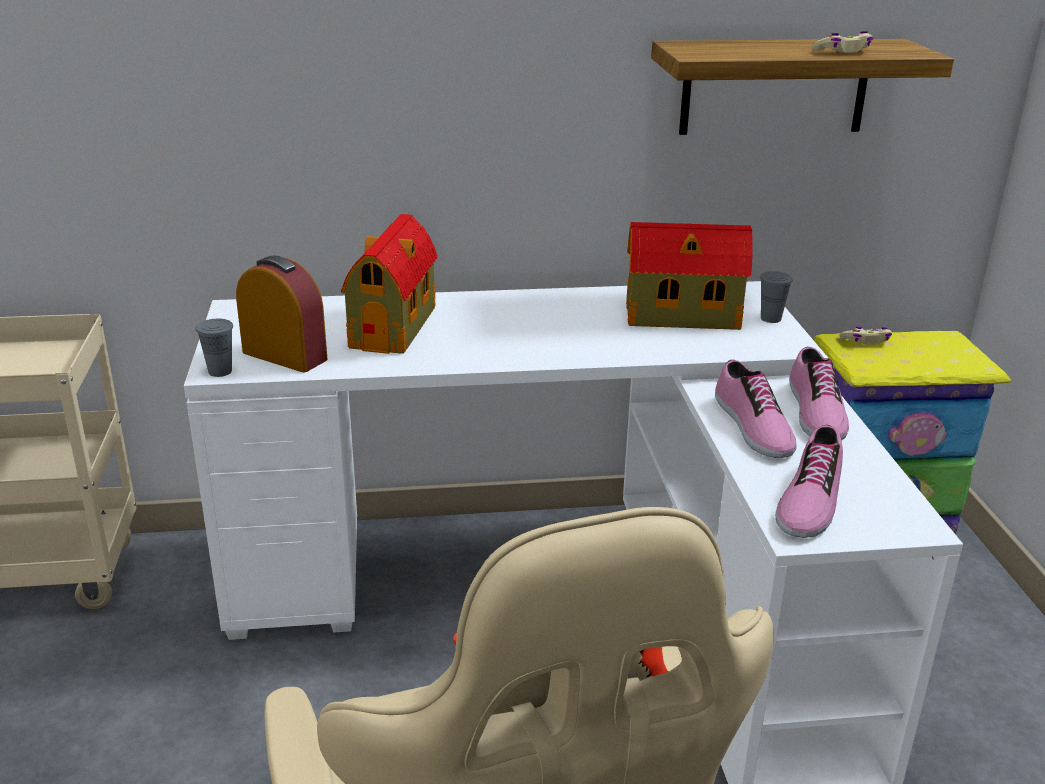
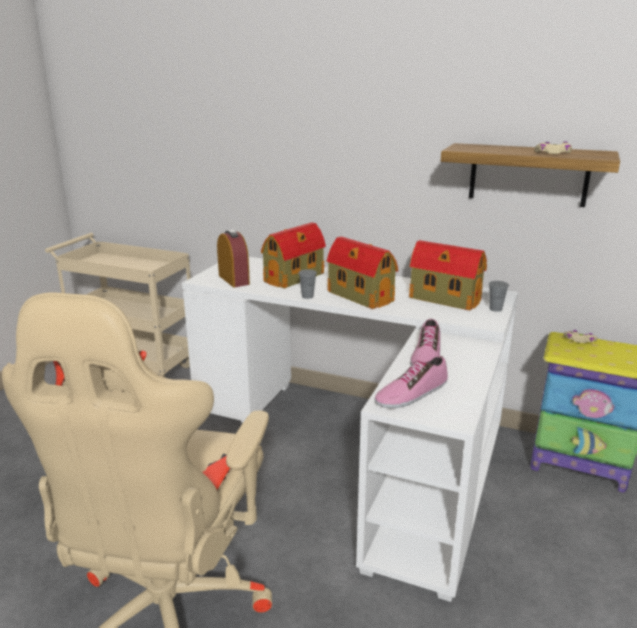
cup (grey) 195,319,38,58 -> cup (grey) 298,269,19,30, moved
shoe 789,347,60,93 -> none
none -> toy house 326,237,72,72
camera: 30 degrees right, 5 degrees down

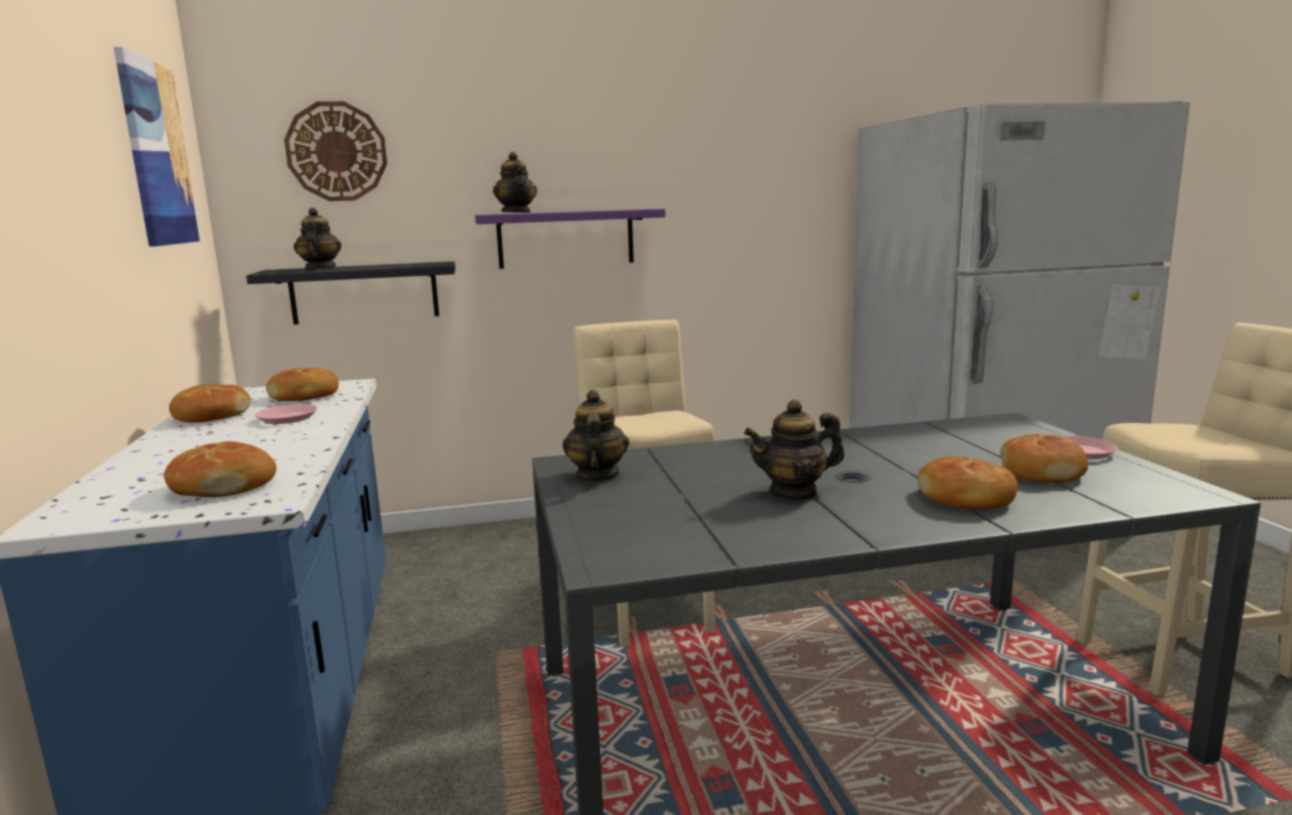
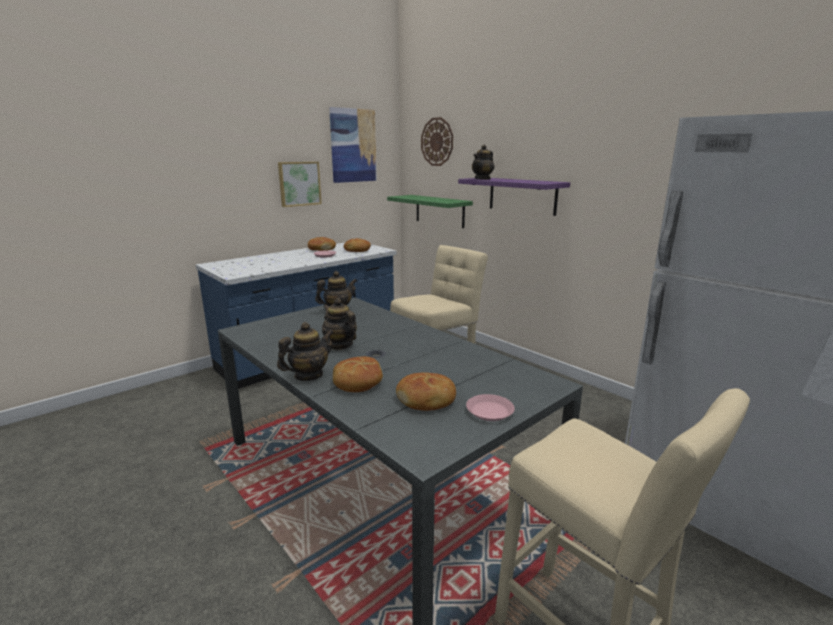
bread 164,441,113,56 -> none
shelf (black) 246,261,210,64 -> shelf (green) 387,195,86,33
teapot 294,207,48,63 -> teapot 277,322,57,59, moved
none -> picture 278,162,44,45
camera: 60 degrees right, 5 degrees up

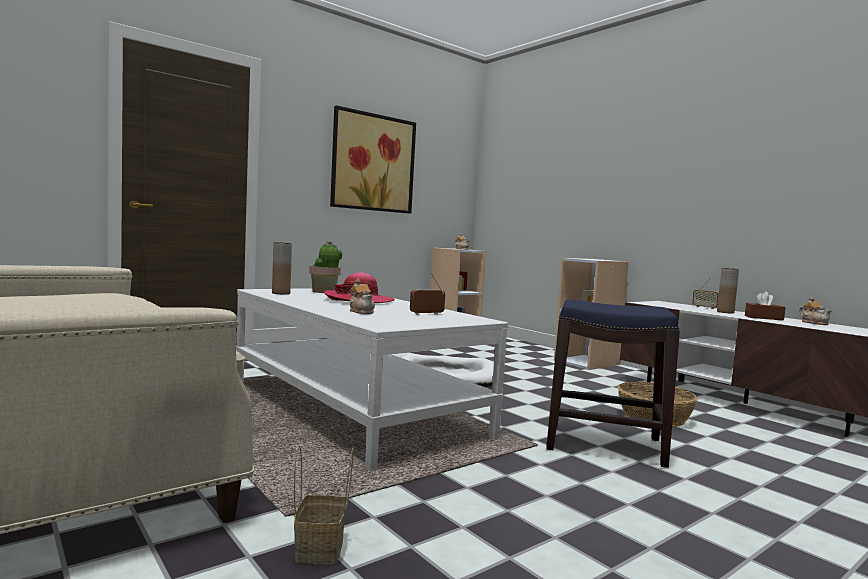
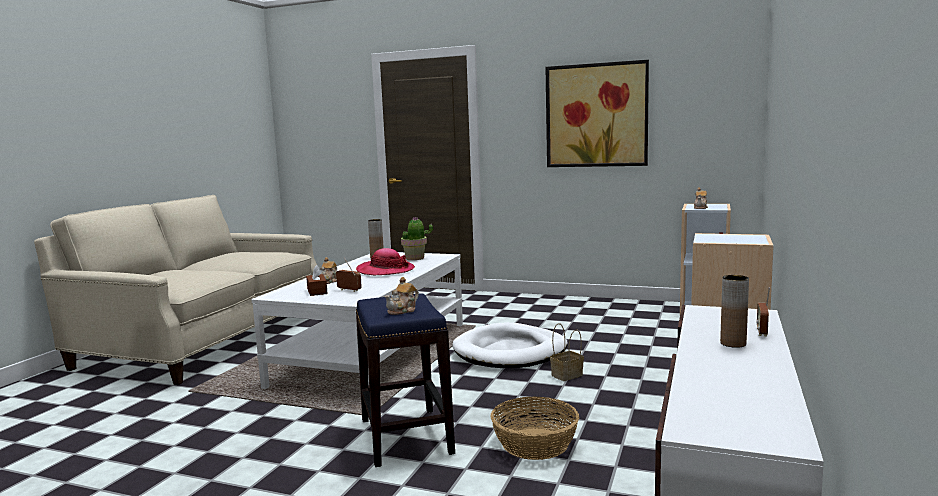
basket 294,445,60,119 -> basket 550,323,34,58, moved
tissue box (brown) 745,292,41,29 -> tissue box (brown) 306,265,22,31, moved
teapot 799,297,32,28 -> teapot 384,277,35,38, moved
camera: 60 degrees right, 5 degrees up

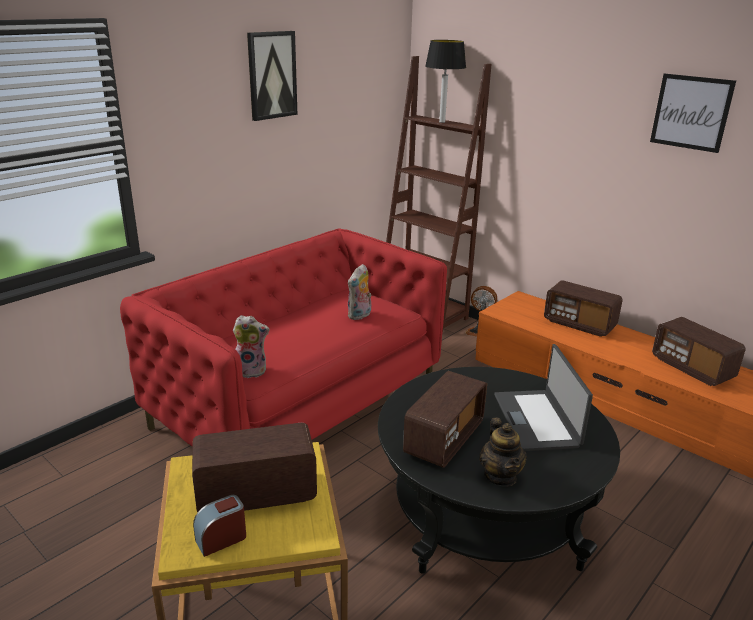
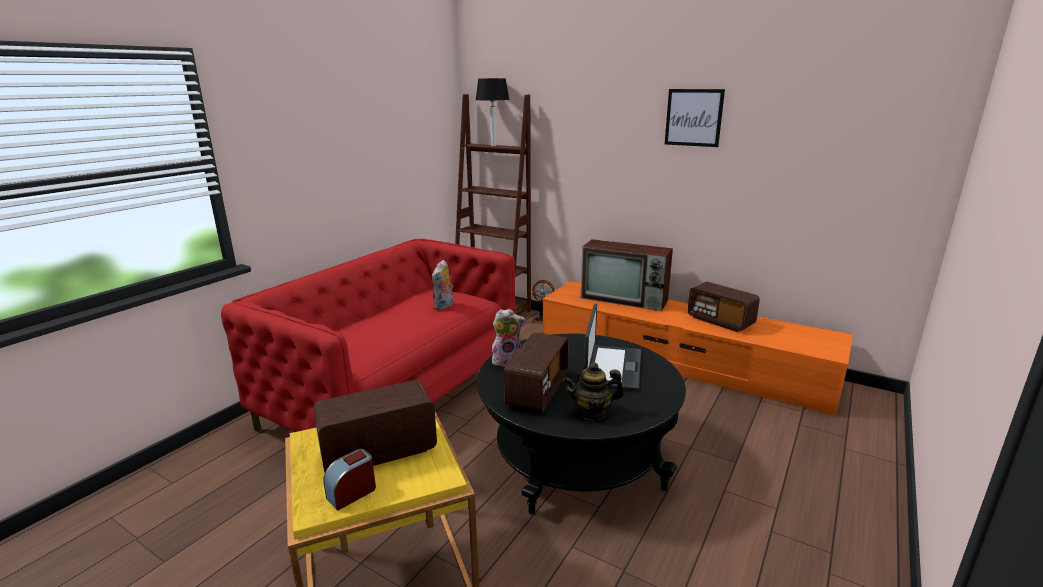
plush toy 233,315,37,63 -> plush toy 492,309,33,58, moved
picture 247,31,51,90 -> none
teapot 479,418,48,69 -> teapot 563,362,61,58, 105 degrees clockwise
laptop 494,344,99,107 -> laptop 584,304,57,87, 150 degrees counterclockwise
radio 544,280,79,57 -> television 581,239,92,72
camera: 10 degrees left, 5 degrees down

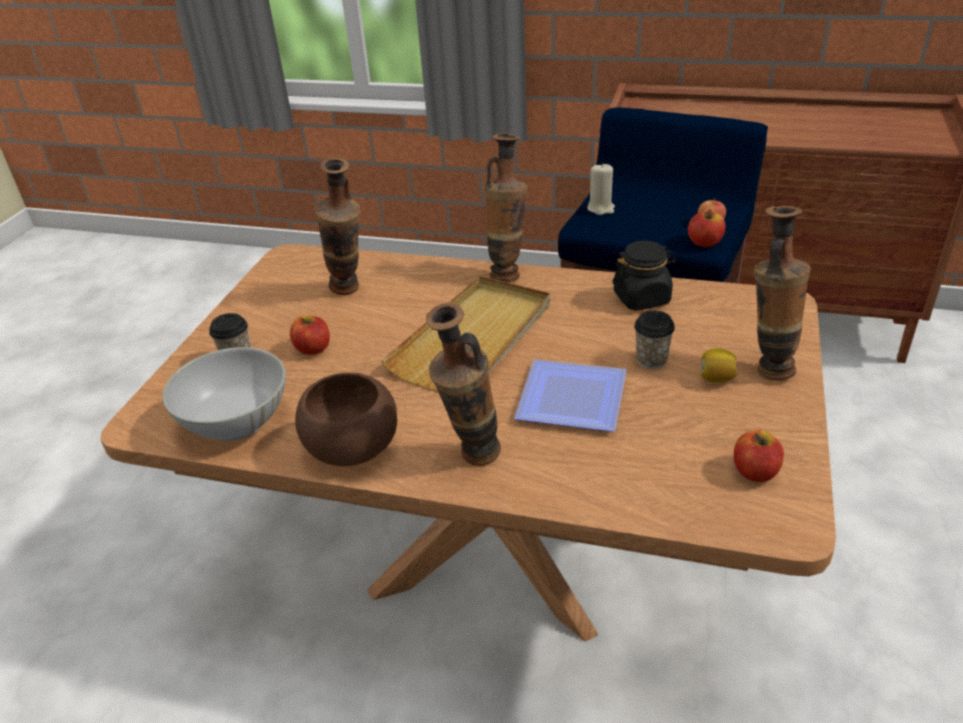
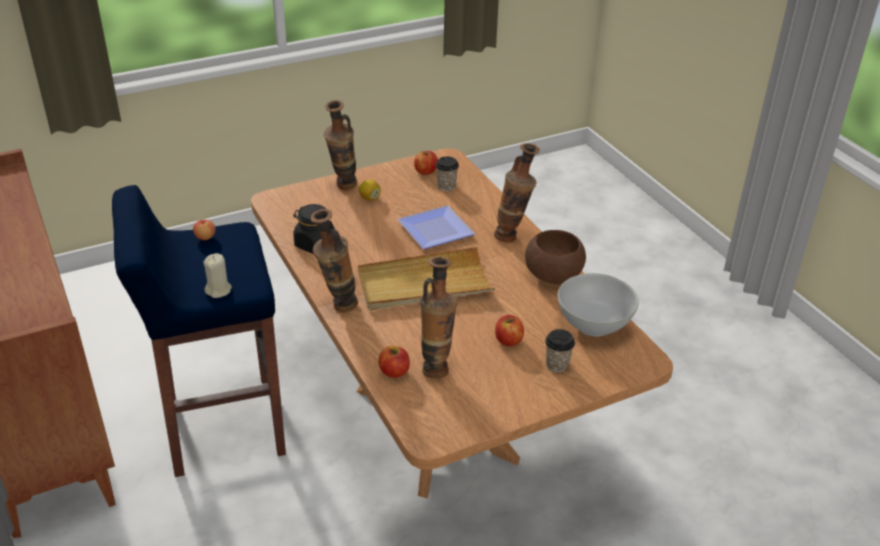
cup 634,310,41,59 -> cup 436,156,23,35, moved
apple 688,209,38,38 -> apple 379,346,31,32, moved
camera: 135 degrees left, 0 degrees up

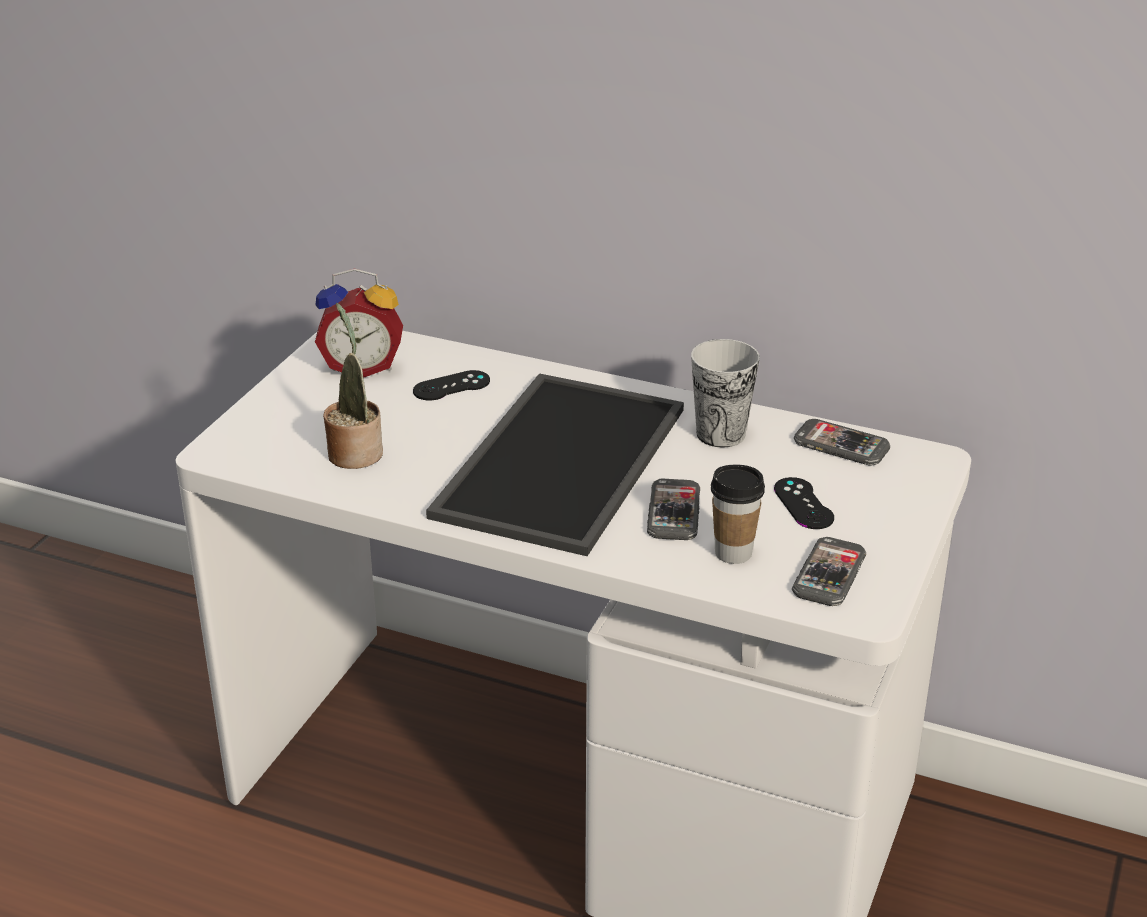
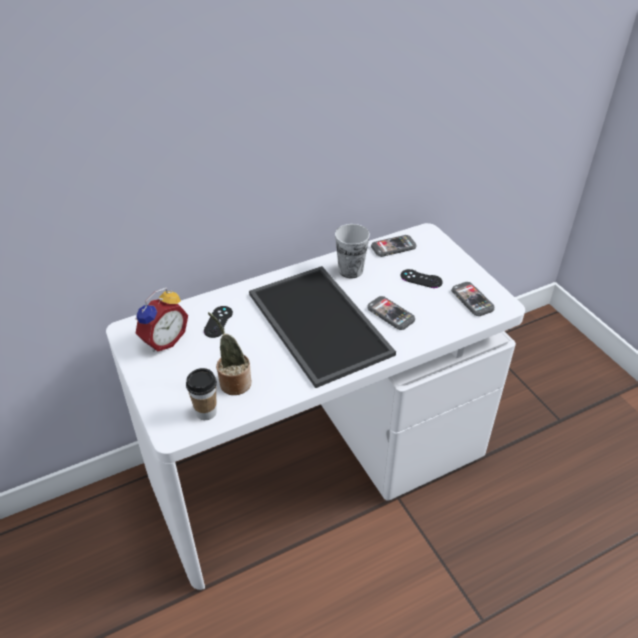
cup 711,465,54,99 -> cup 186,368,31,52, moved
camera: 50 degrees left, 10 degrees up

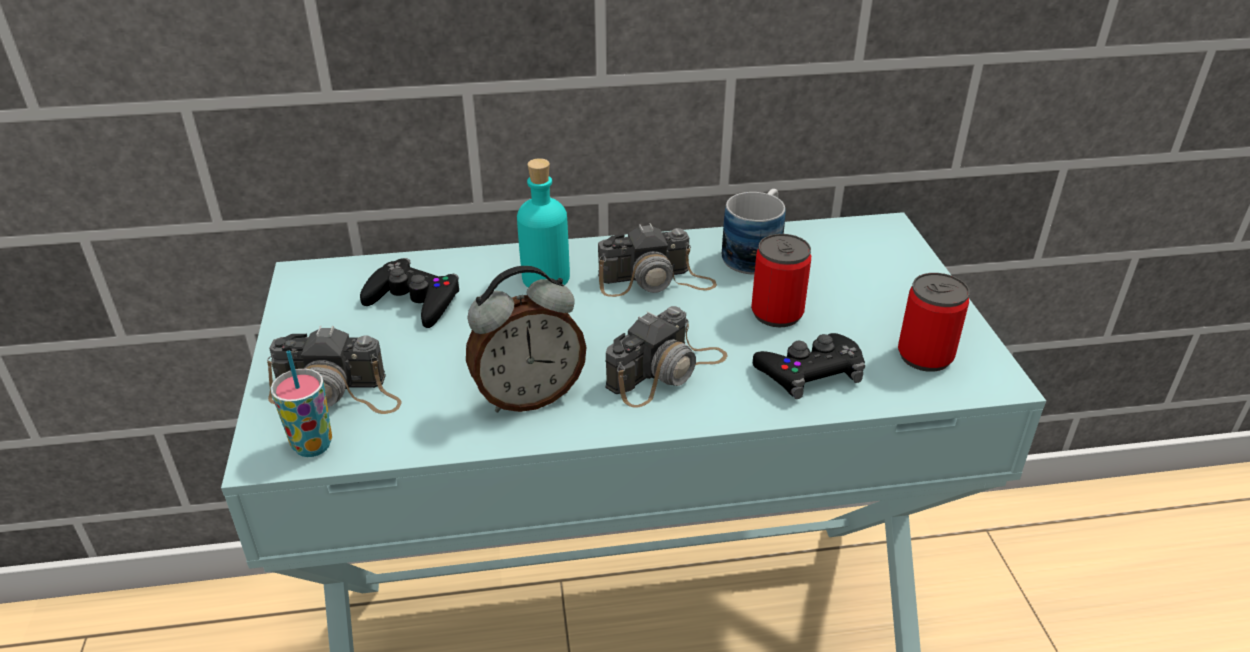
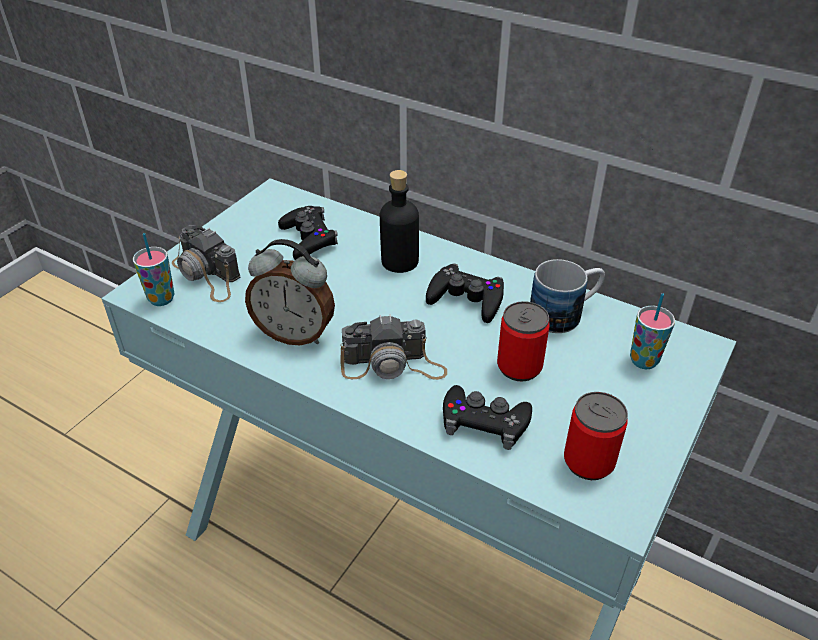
bottle (turquoise) 517,158,53,130 -> bottle (black) 380,170,39,103
photo camera 598,223,119,74 -> game controller (black) 426,263,78,60
none -> cup 630,293,45,76
camera: 40 degrees right, 5 degrees up

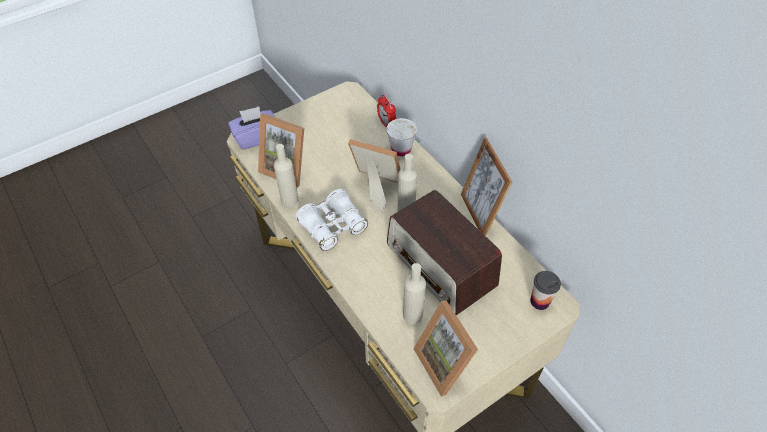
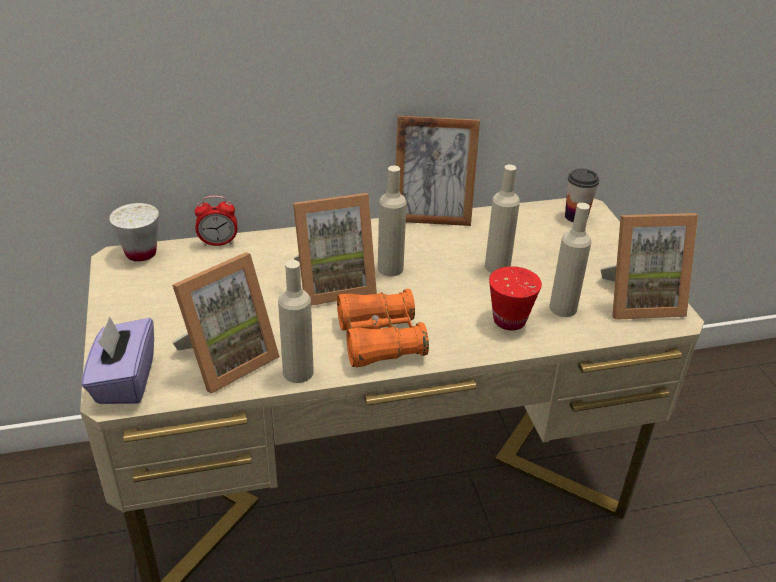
binoculars (white) 296,189,72,62 -> binoculars (orange) 337,289,92,78
picture frame 348,139,53,73 -> picture frame 293,193,84,113, 150 degrees counterclockwise
cup (white) 387,118,30,38 -> cup (white) 109,203,50,59, moved
radio 387,190,115,125 -> bottle (beige) 485,165,35,108
none -> cup (red) 489,266,53,64
camera: 70 degrees left, 15 degrees down

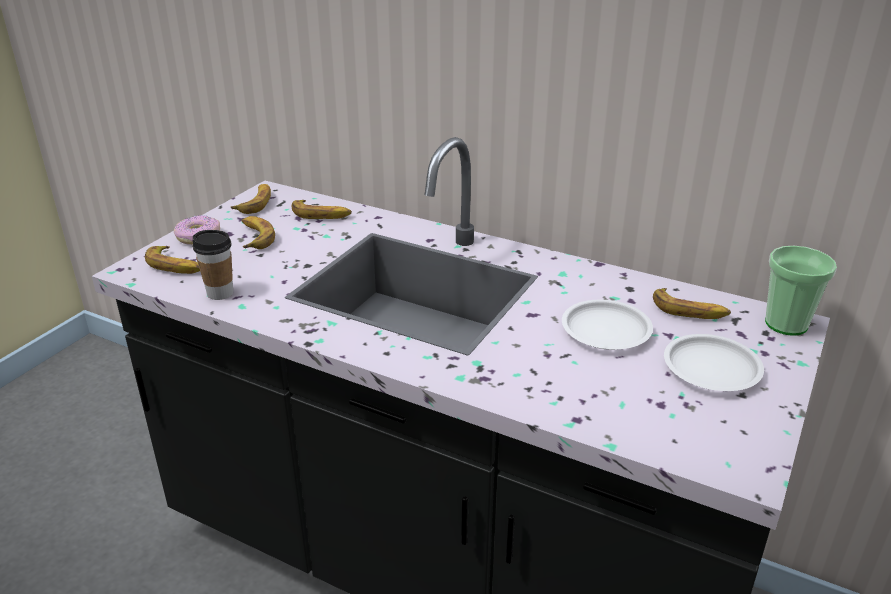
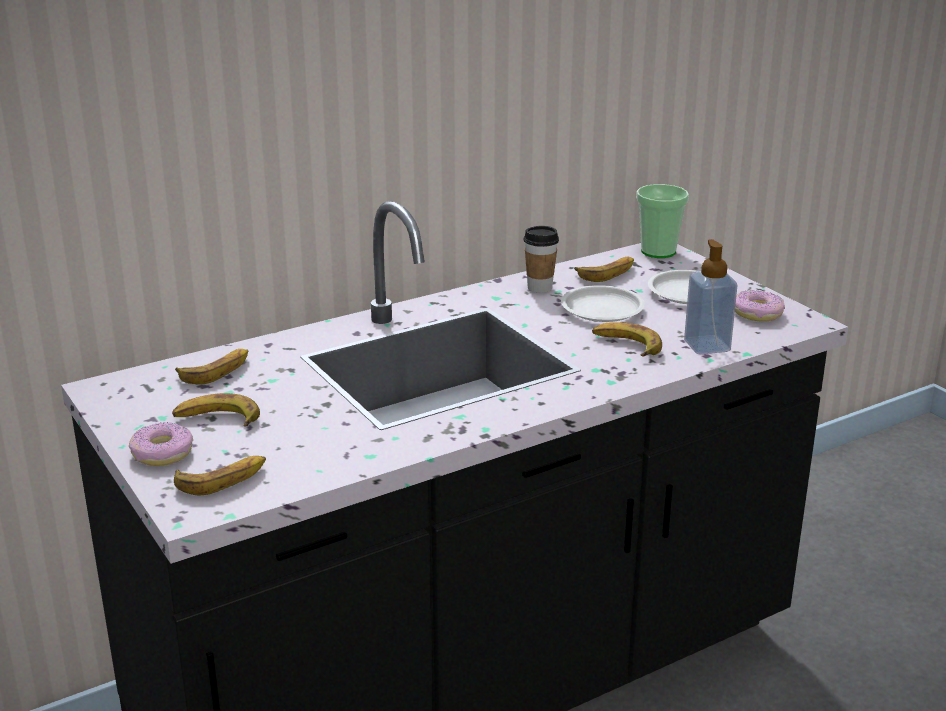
cup 193,230,40,70 -> cup 524,226,35,67, moved
banana 230,184,41,30 -> banana 592,322,70,35, moved
none -> soap dispenser 684,239,53,116
none -> donut 735,290,50,32
camera: 60 degrees left, 5 degrees down

